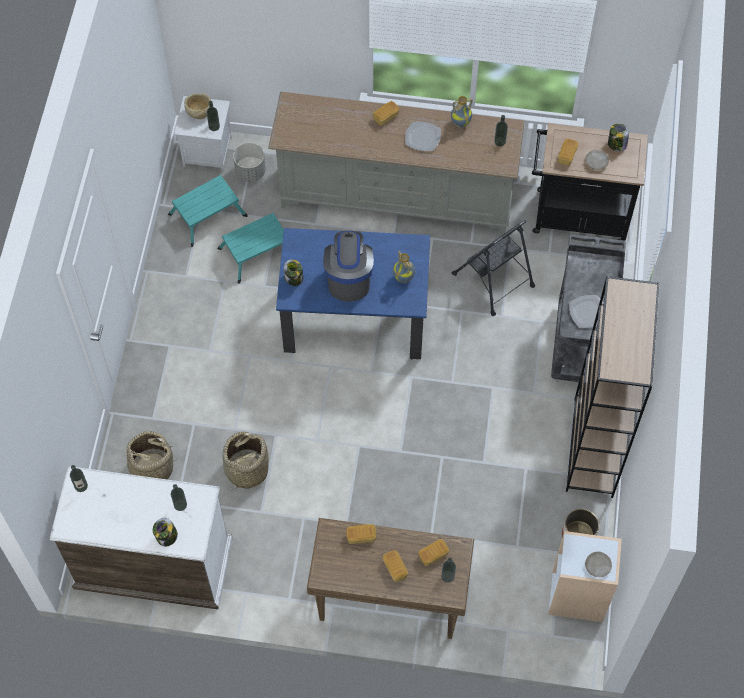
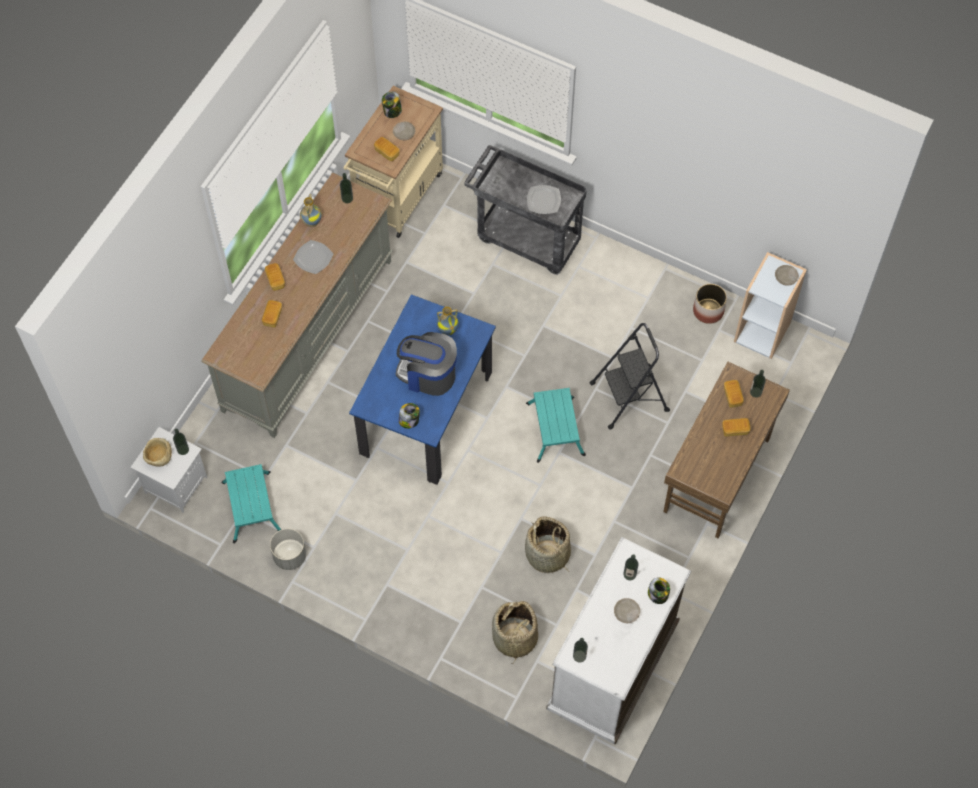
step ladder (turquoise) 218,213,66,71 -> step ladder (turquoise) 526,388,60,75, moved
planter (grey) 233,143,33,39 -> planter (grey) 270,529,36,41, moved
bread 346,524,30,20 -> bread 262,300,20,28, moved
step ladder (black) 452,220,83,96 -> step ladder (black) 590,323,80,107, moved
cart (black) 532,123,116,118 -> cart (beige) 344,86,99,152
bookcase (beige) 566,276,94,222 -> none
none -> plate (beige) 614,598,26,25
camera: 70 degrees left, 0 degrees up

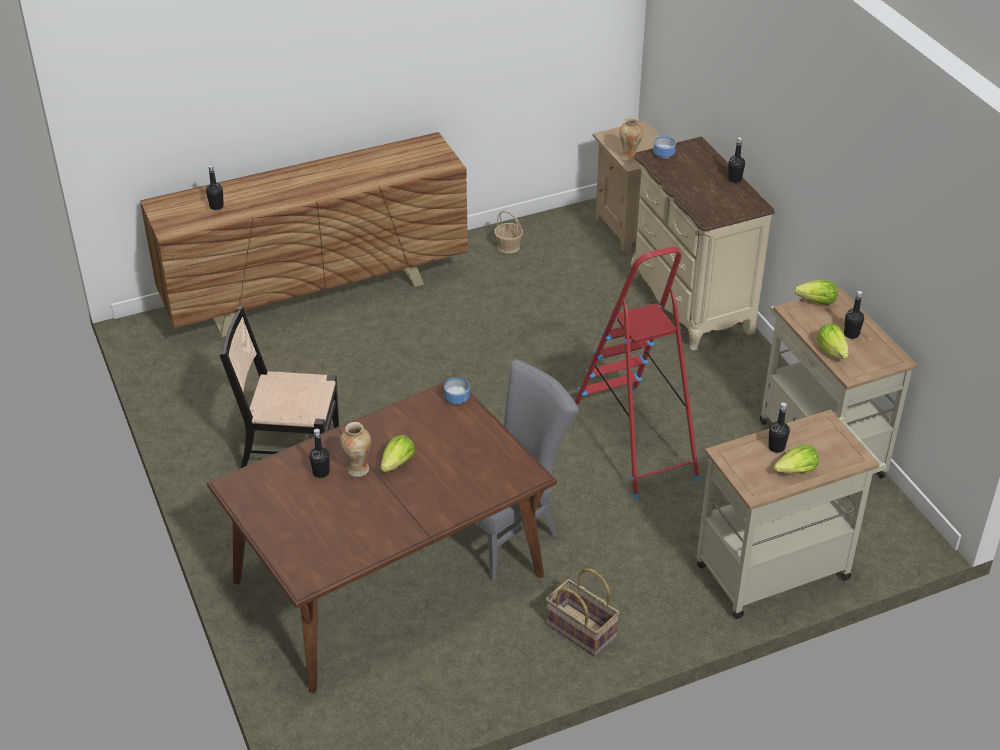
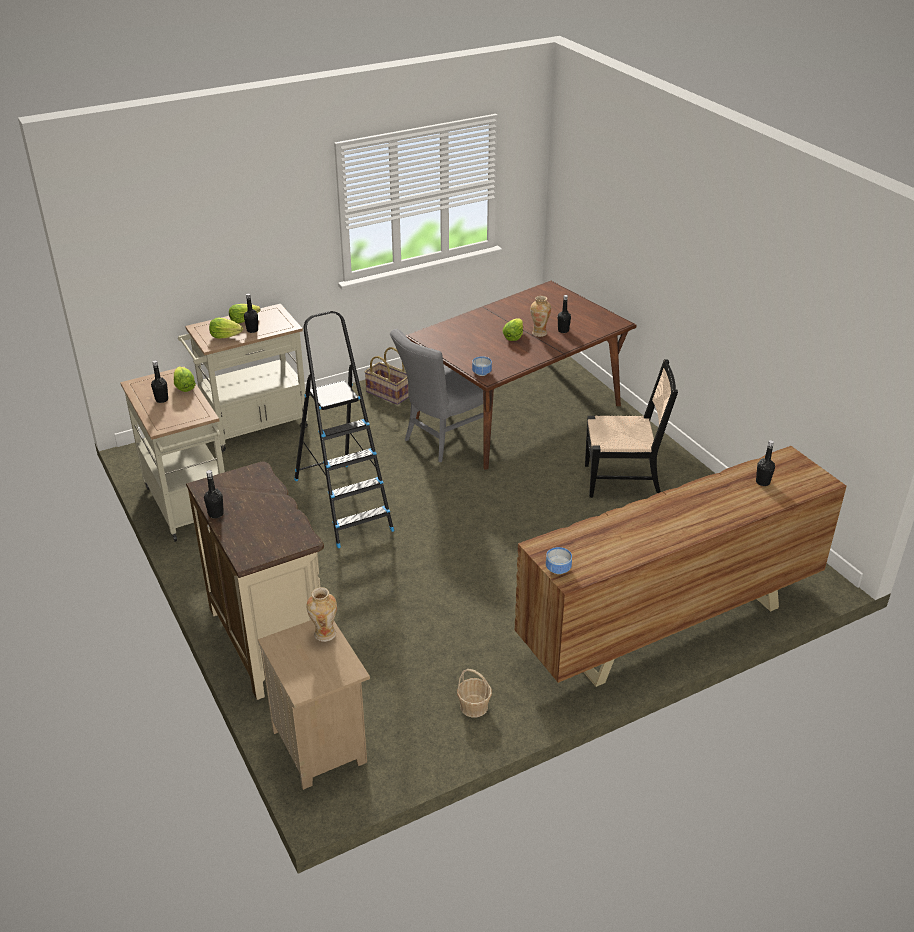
step ladder (red) 575,247,125,252 -> step ladder (black) 294,311,100,237
bowl 653,136,23,23 -> bowl 546,547,26,27, moved
lettuce 794,280,44,25 -> lettuce 209,318,34,20, moved
camera: 175 degrees right, 5 degrees down

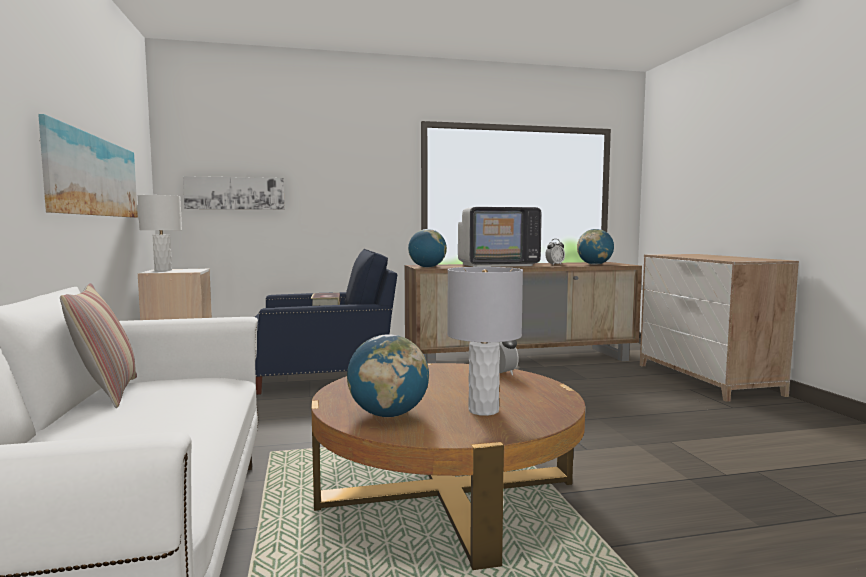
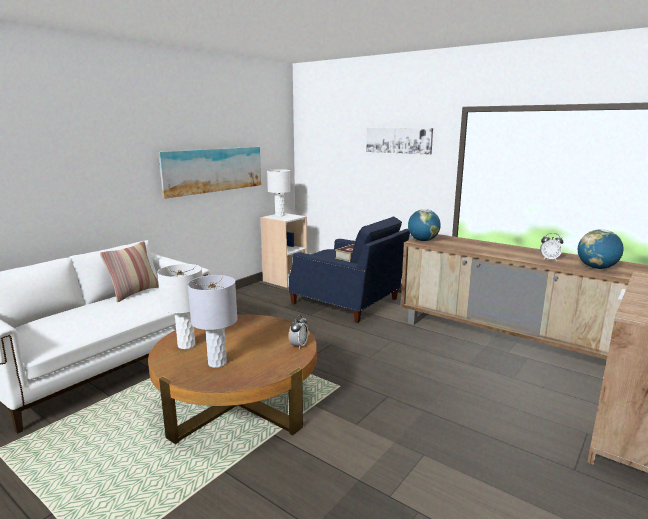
picture 183,176,102,34 -> picture 366,128,67,27, moved
globe 347,334,82,83 -> table lamp (white) 157,264,45,85
television 458,207,84,60 -> none
camera: 50 degrees right, 10 degrees up

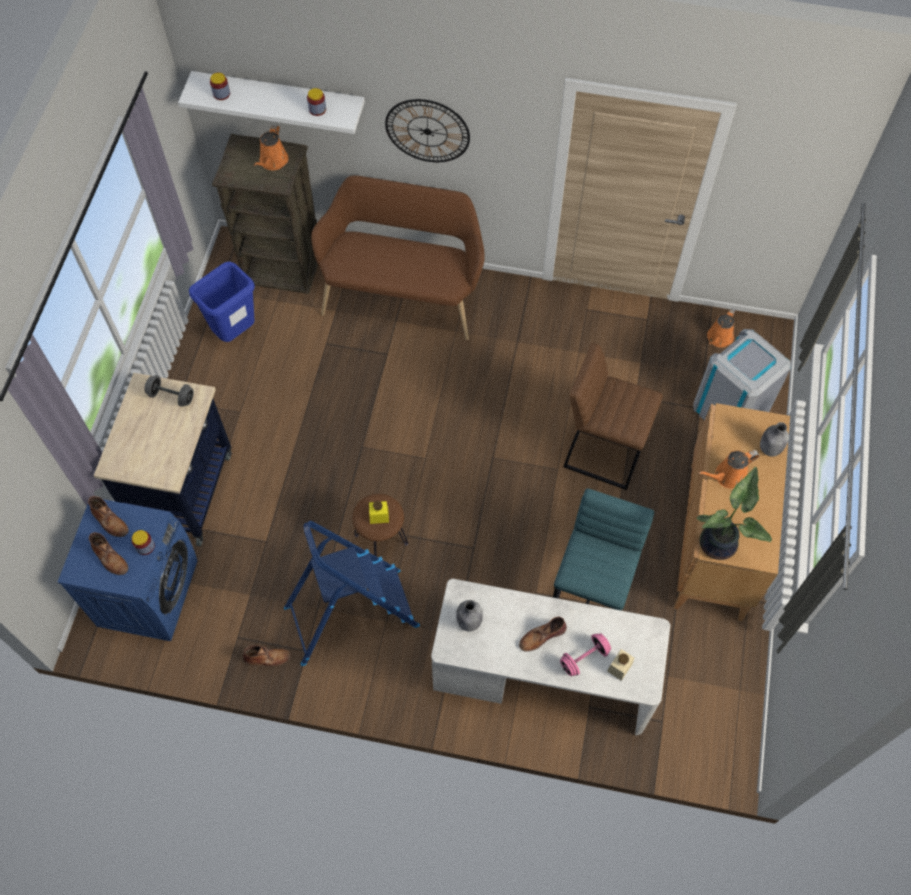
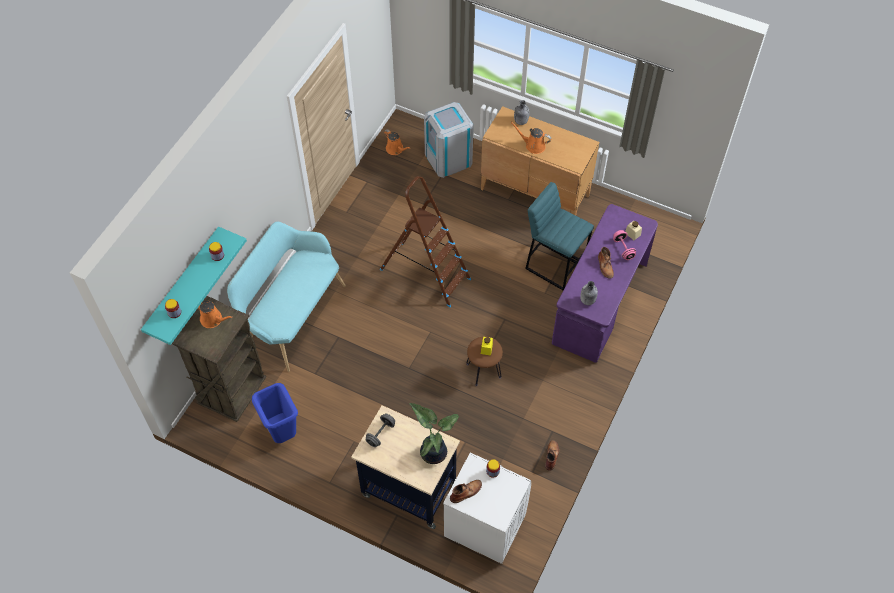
washing machine (blue) 58,499,139,142 -> washing machine (white) 443,453,88,111
boot (brown) 89,532,39,43 -> none
shelf (white) 178,71,187,63 -> shelf (turquoise) 141,227,106,118
step ladder (blue) 284,521,136,145 -> none
bench (brown) 311,175,174,165 -> bench (turquoise) 227,221,119,151
wall clock 385,99,85,63 -> none
desk (white) 431,579,239,157 -> desk (purple) 552,204,106,159
stool (brown) 564,343,99,147 -> none
potted plant 697,467,75,93 -> potted plant 410,403,49,61, moved
watering can (orange) 698,450,62,39 -> watering can (orange) 510,122,41,32, 120 degrees clockwise
none -> step ladder (brown) 380,176,91,131
camera: 75 degrees left, 5 degrees down

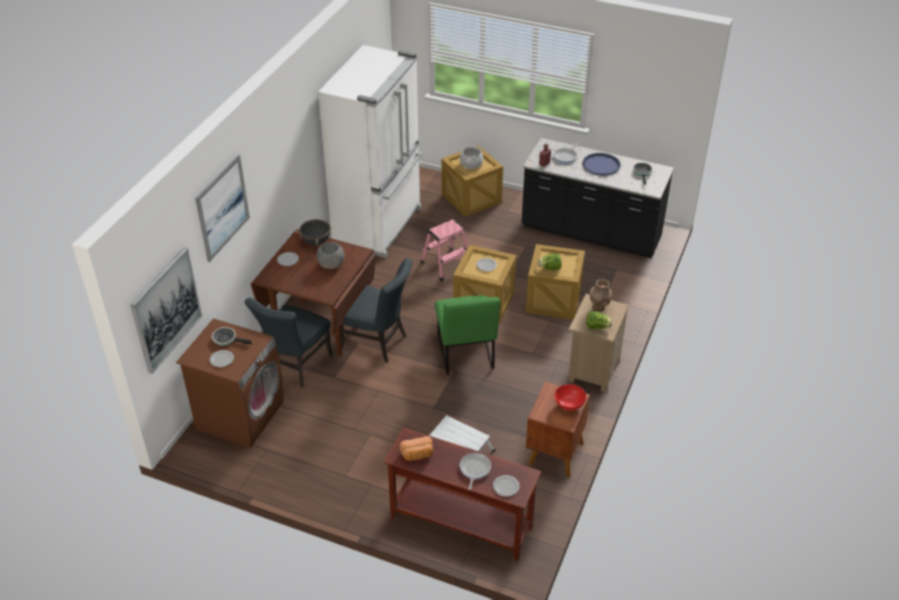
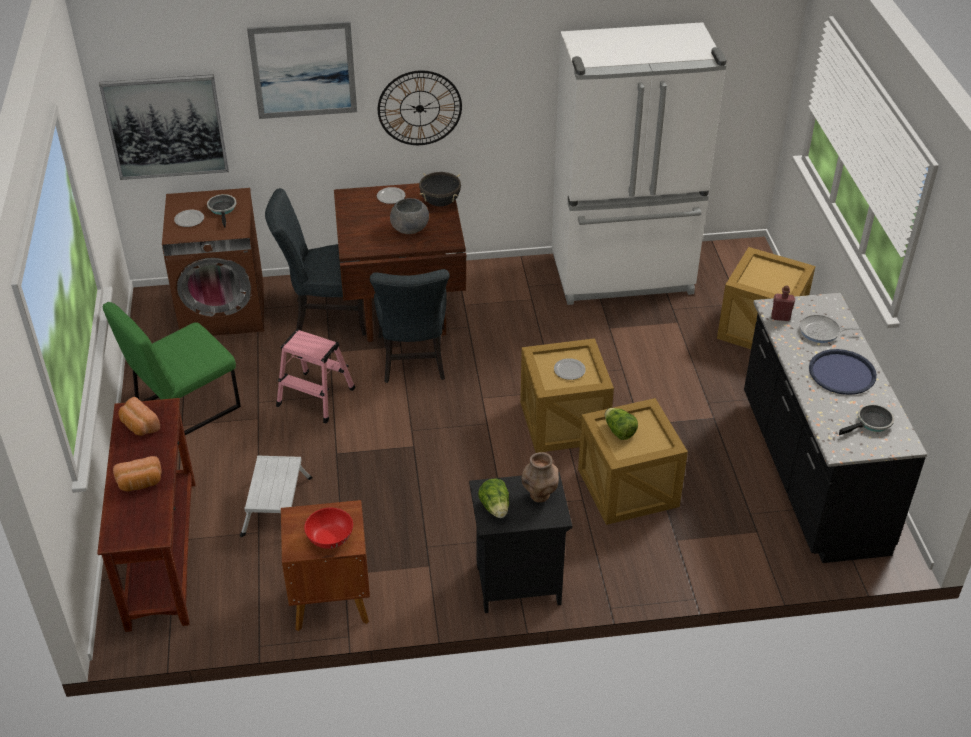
step ladder (pink) 421,219,47,62 -> step ladder (pink) 276,329,79,95, moved
chair (green) 435,295,65,79 -> chair (green) 103,302,138,133, moved
cooking pot 460,146,23,23 -> none
frying pan 460,453,31,37 -> bread 113,456,49,35
plate 493,475,27,22 -> none
nightstand (beige) 568,294,61,98 -> nightstand (black) 469,472,103,141
none -> wall clock 378,70,84,75
camera: 60 degrees right, 0 degrees up

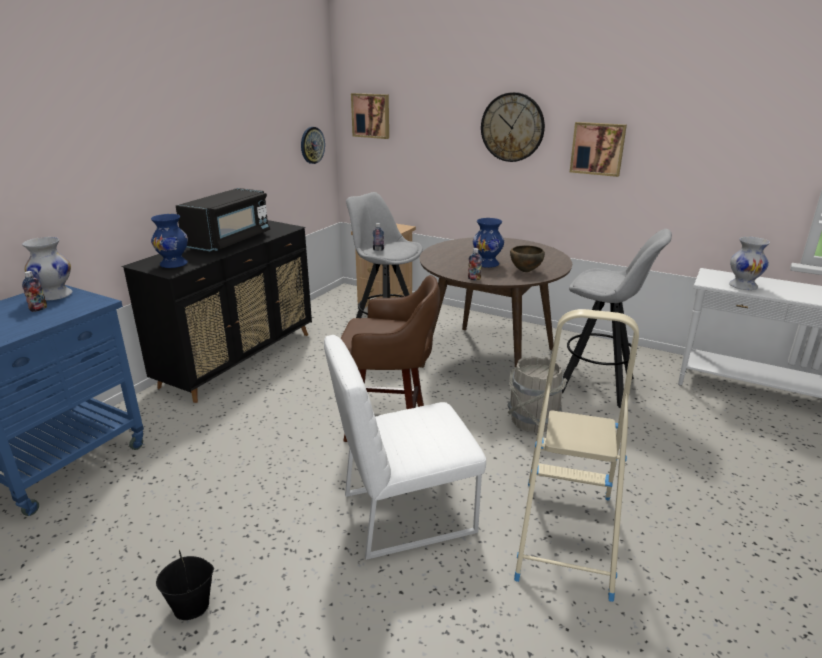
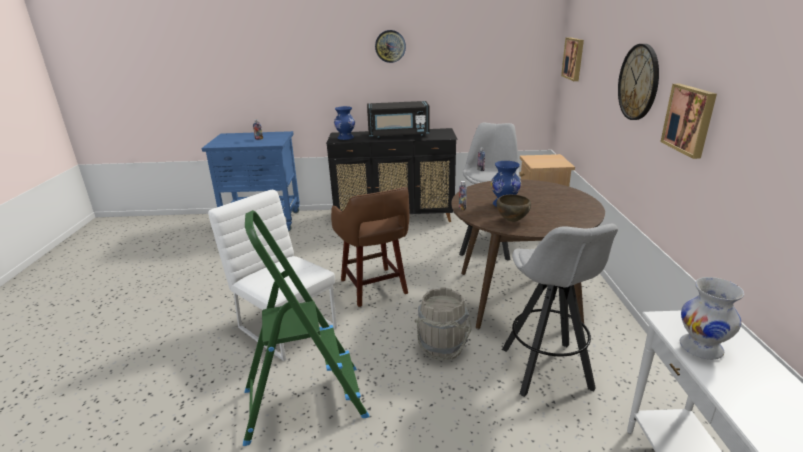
vase (white) 22,237,51,64 -> none
bucket (black) 156,550,58,70 -> none
wall clock 301,127,24,37 -> wall clock 375,30,31,33, moved
step ladder (beige) 514,309,125,293 -> step ladder (green) 243,210,126,236
camera: 60 degrees right, 0 degrees up

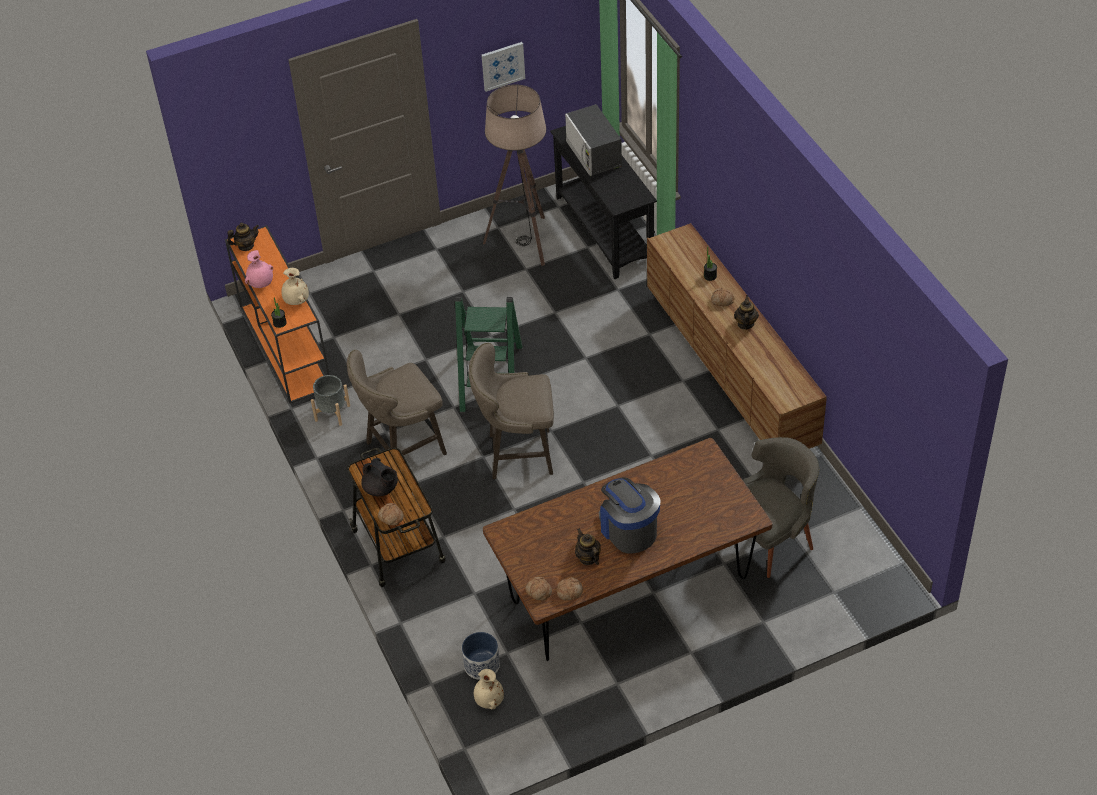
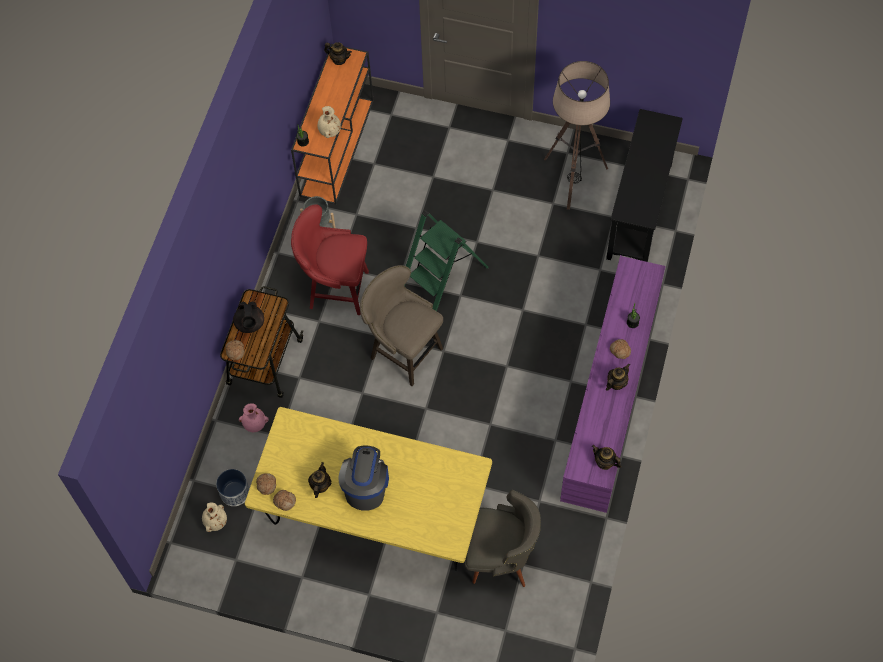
vase (pink) 245,250,28,38 -> vase (pink) 239,403,30,29, moved
stool (beige) 347,350,100,115 -> stool (red) 291,204,78,111
picture 482,42,43,50 -> none
dining table (brown) 483,438,290,223 -> dining table (yellow) 245,407,247,164
microwave 565,104,57,72 -> none
cabinet (brown) 647,223,180,226 -> cabinet (purple) 560,255,106,258
none -> teapot 592,445,29,25
camera: 40 degrees right, 15 degrees up

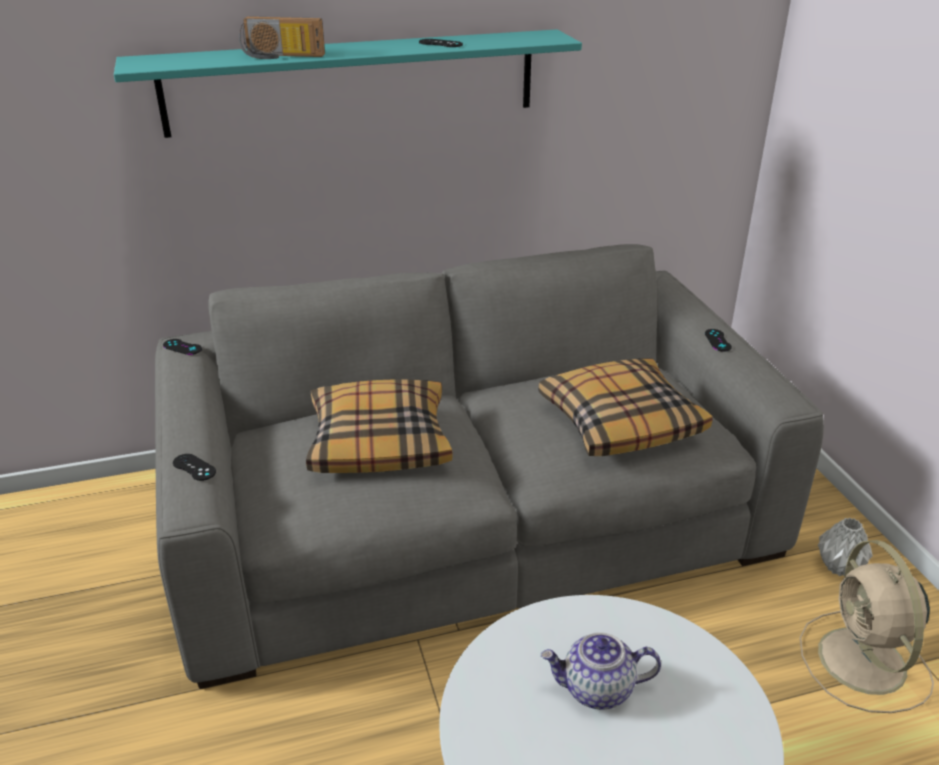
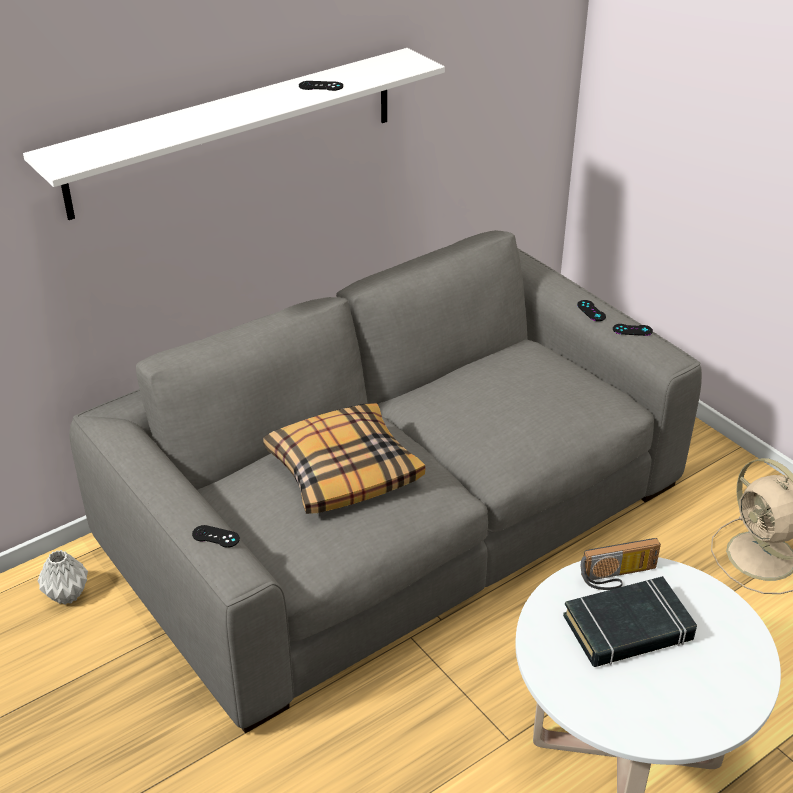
shelf (turquoise) 114,29,468,109 -> shelf (white) 23,48,422,172
game controller (black) 163,339,39,16 -> game controller (black) 613,324,40,12, moved
radio 239,16,86,43 -> radio 581,538,80,52, moved
pillow 538,358,175,98 -> none
teapot 541,632,120,78 -> book (black) 563,576,134,91
vase (grey) 818,517,55,59 -> vase (grey) 38,550,50,55, moved
camera: 20 degrees left, 5 degrees up

